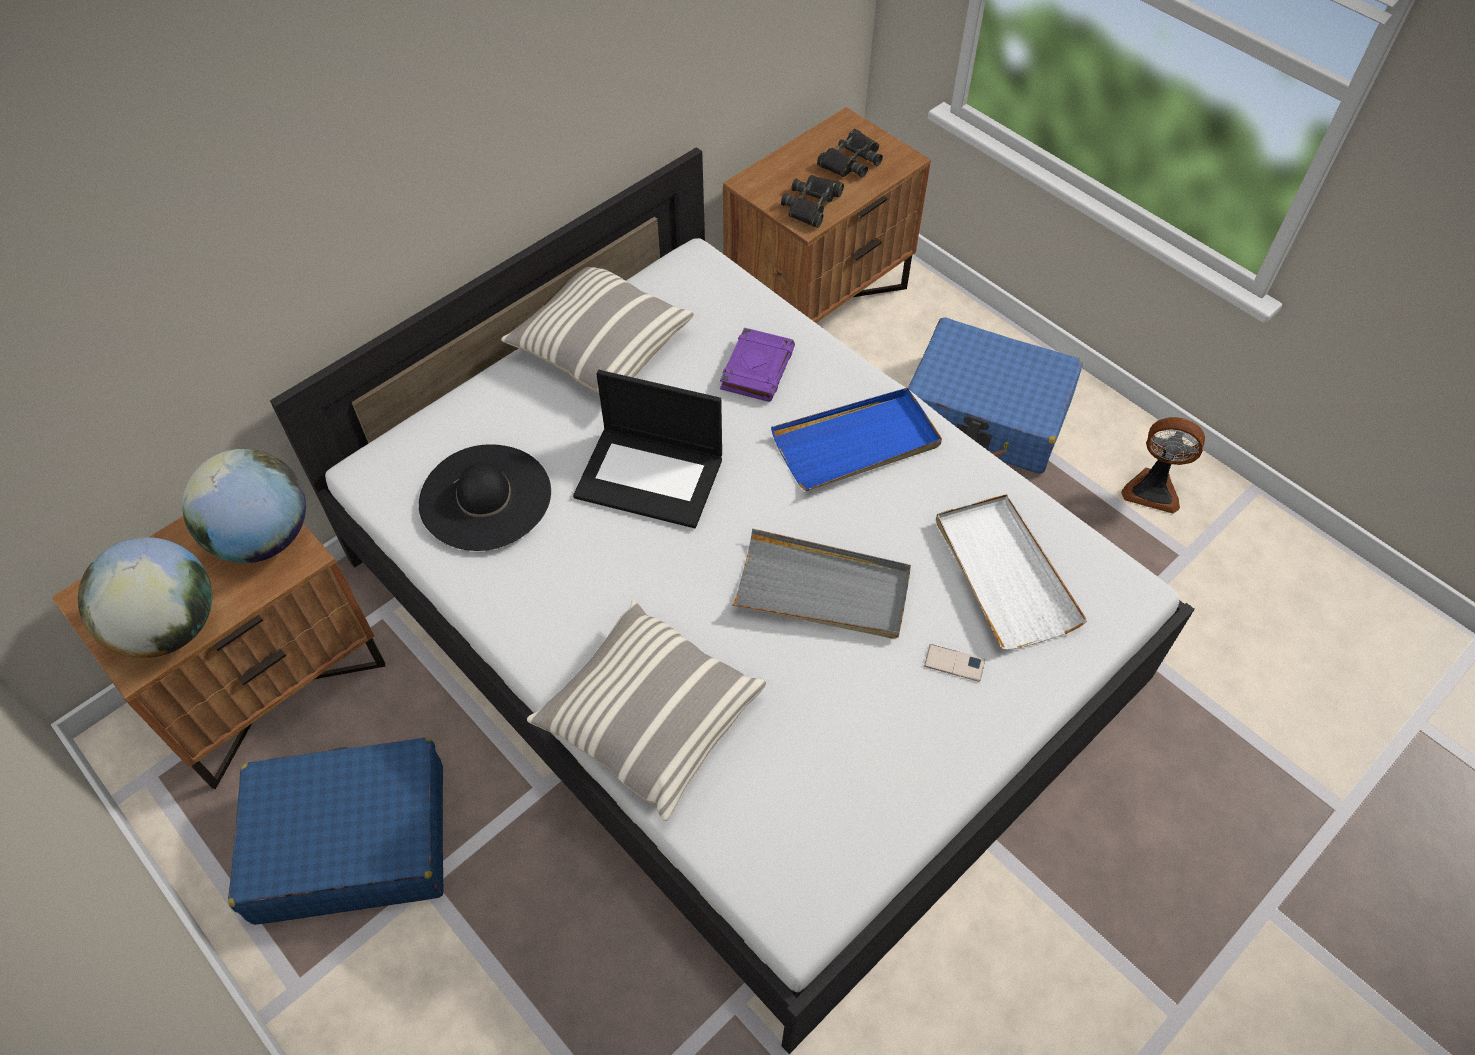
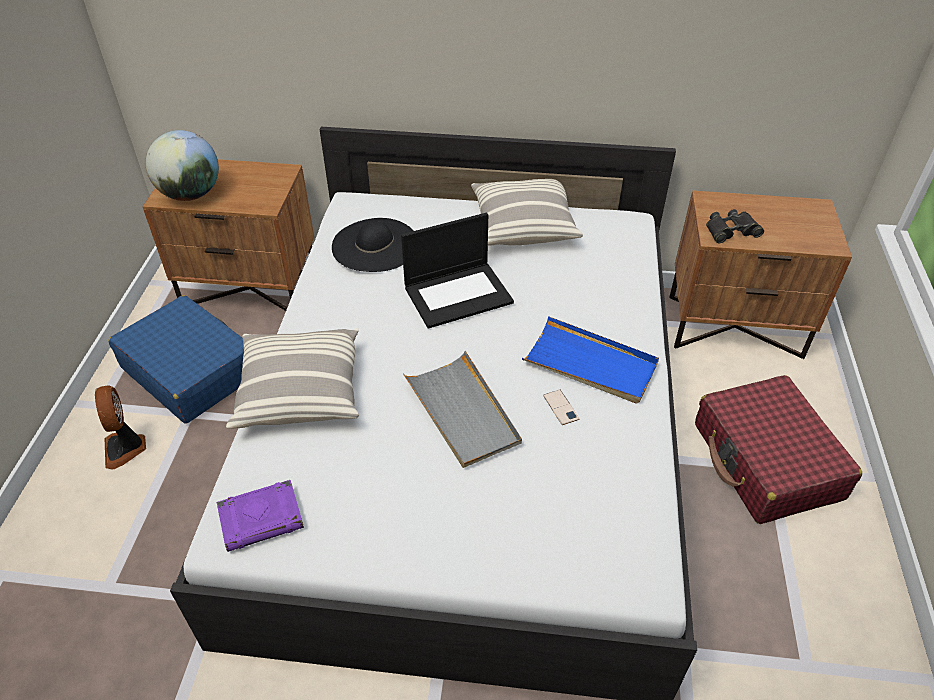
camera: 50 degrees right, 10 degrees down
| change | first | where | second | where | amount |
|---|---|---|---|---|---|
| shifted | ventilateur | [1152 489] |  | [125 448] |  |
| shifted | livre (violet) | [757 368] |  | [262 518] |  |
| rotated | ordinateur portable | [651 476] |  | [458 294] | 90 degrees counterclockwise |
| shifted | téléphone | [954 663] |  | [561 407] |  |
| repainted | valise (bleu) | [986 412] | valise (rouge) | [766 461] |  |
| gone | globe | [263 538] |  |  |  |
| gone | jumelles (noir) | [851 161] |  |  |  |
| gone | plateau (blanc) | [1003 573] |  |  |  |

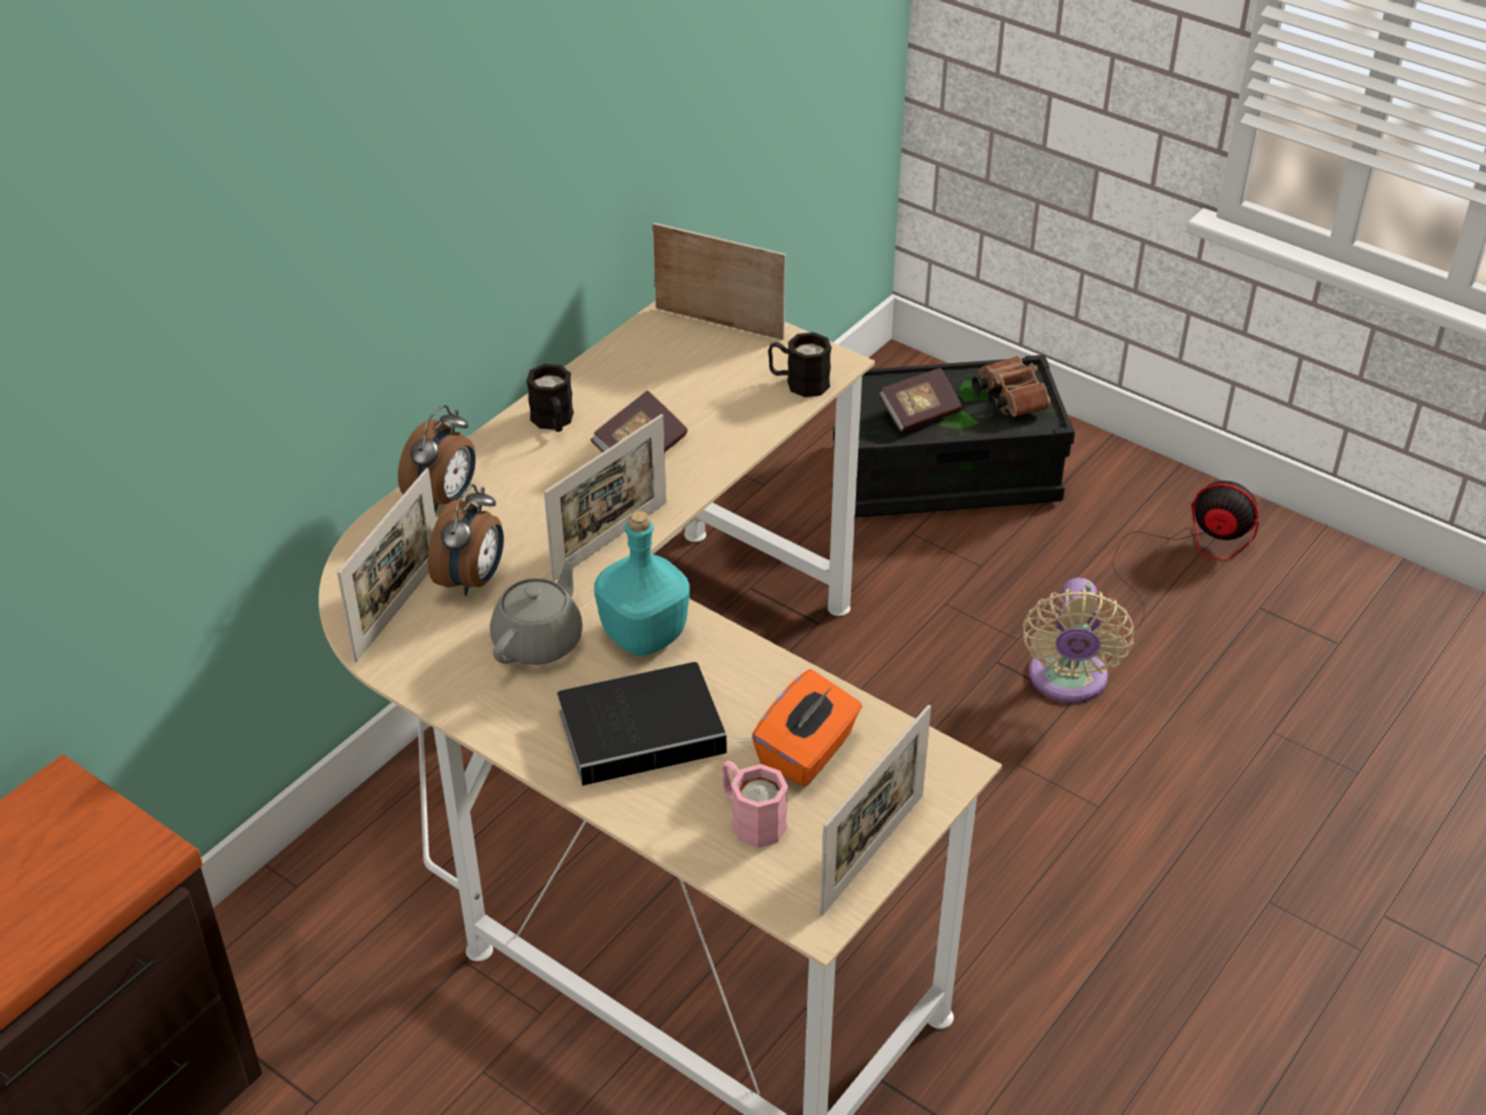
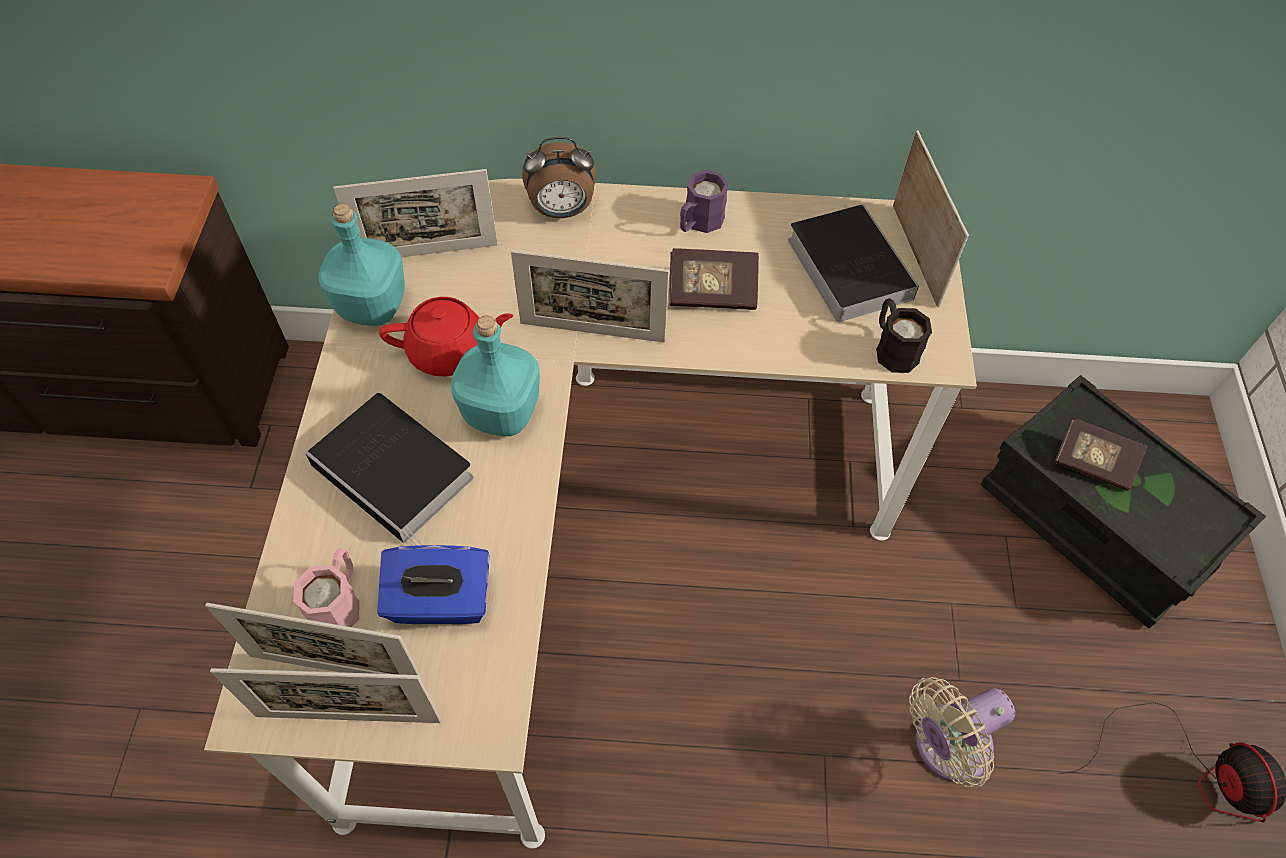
camera: 55 degrees right, 15 degrees up
| change | first | where | second | where | amount |
|---|---|---|---|---|---|
| new |  |  | cadre photo | [336 670] |  |
| new |  |  | bouteille (turquoise) | [372 308] |  |
| repainted | boîte à mouchoirs (orange) | [807 752] | boîte à mouchoirs (bleu) | [440 602] |  |
| repainted | théière (gris) | [539 640] | théière (rouge) | [450 352] |  |
| repainted | mug (noir) | [554 422] | mug (violet) | [699 223] |  |
| new |  |  | livre | [846 266] |  |
| gone | réveil | [473 580] |  |  |  |
| gone | jumelles (marron) | [1008 398] |  |  |  |

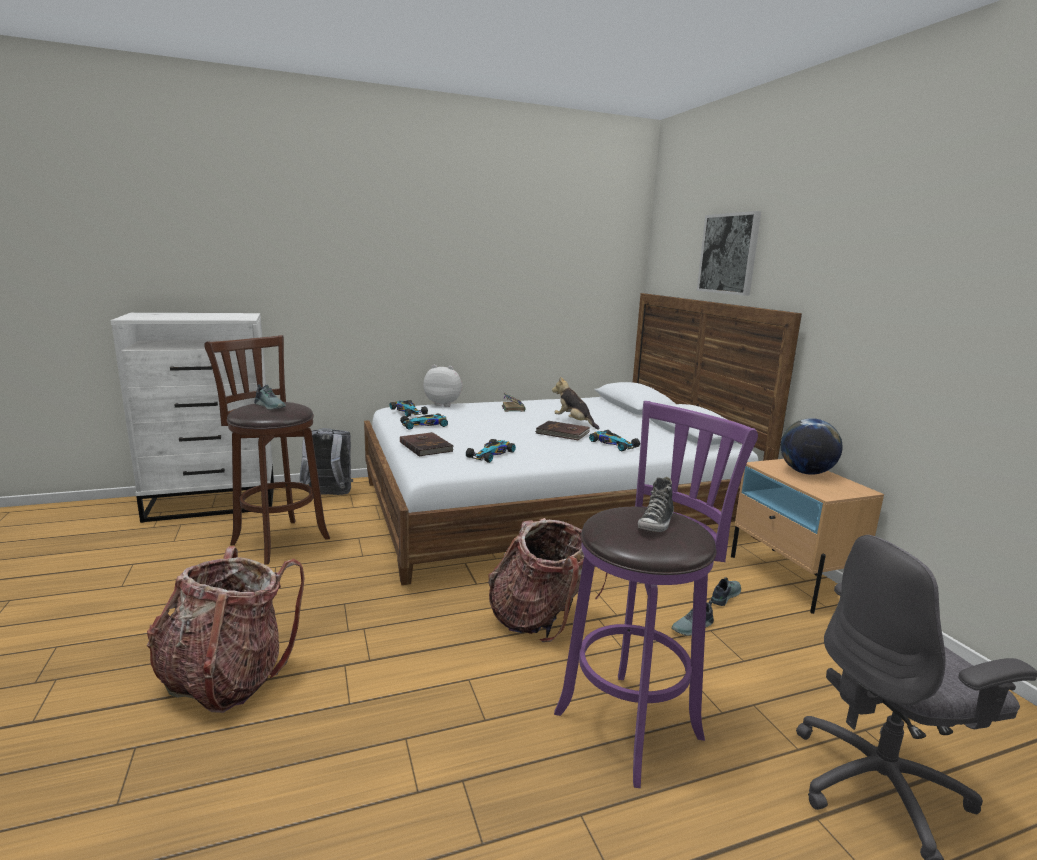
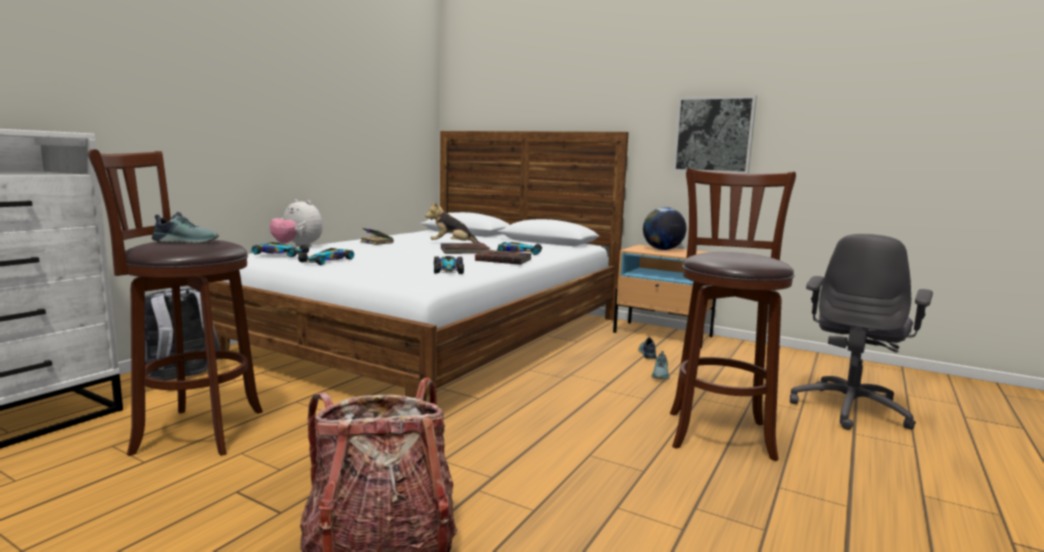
camera: 40 degrees left, 5 degrees down
| change | first | where | second | where | amount |
|---|---|---|---|---|---|
| rotated | peluche | [444 404] |  | [297 247] | 120 degrees counterclockwise |
| shifted | livre (marron) | [426 446] |  | [503 259] |  |
| repainted | tabouret (violet) | [633 721] | tabouret (marron) | [719 432] |  |
| shifted | tableau | [729 253] |  | [713 135] |  |
| gone | sac à dos | [542 619] |  |  |  |
| gone | chaussure | [656 523] |  |  |  |

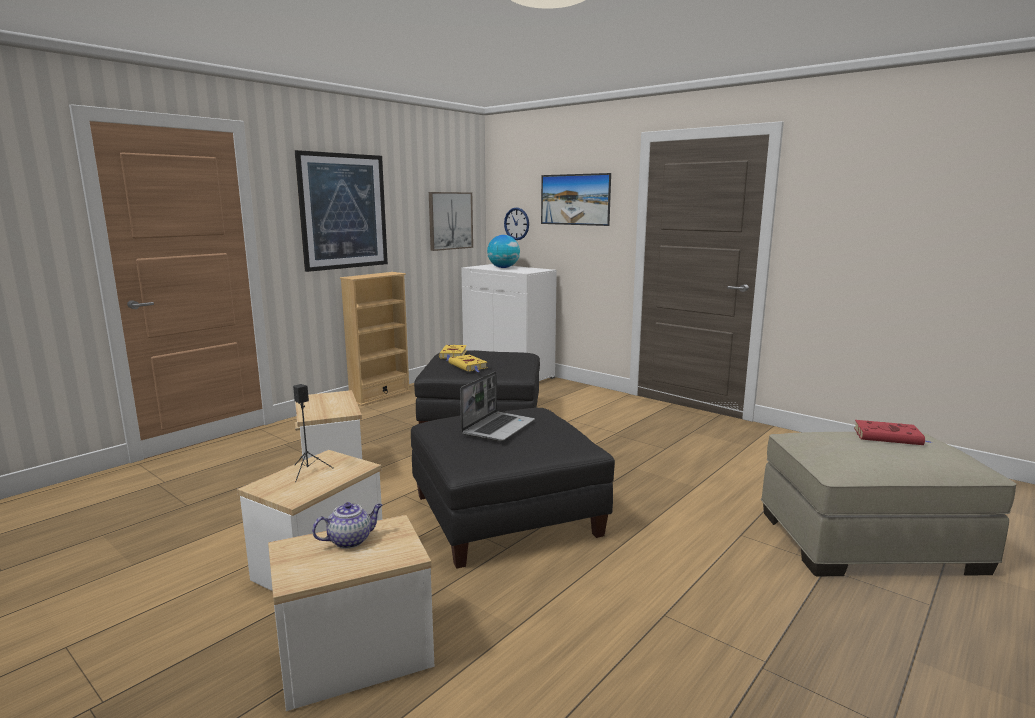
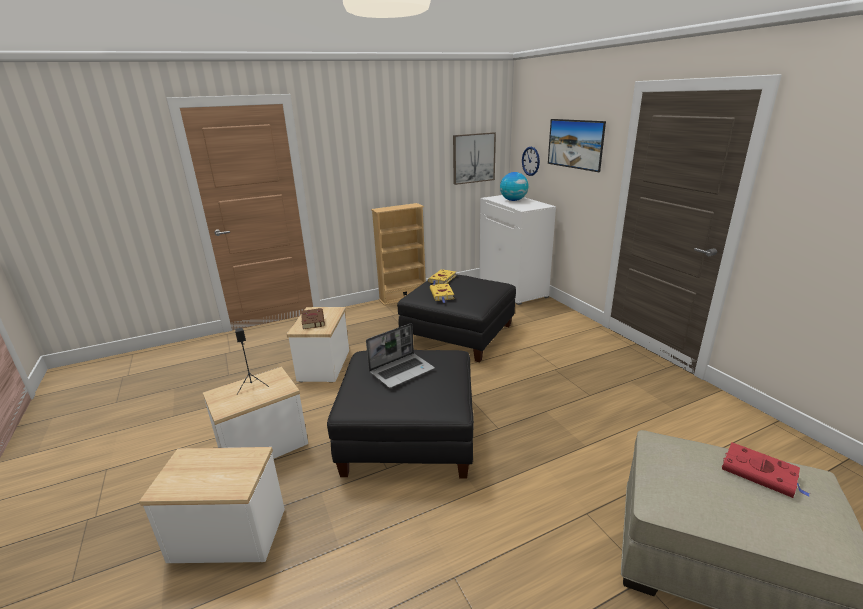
camera: 25 degrees right, 10 degrees up
| change | first | where | second | where | amount |
|---|---|---|---|---|---|
| new |  |  | livre (marron) | [312 320] |  |
| gone | tableau | [343 211] |  |  |  |
| gone | théière | [350 540] |  |  |  |

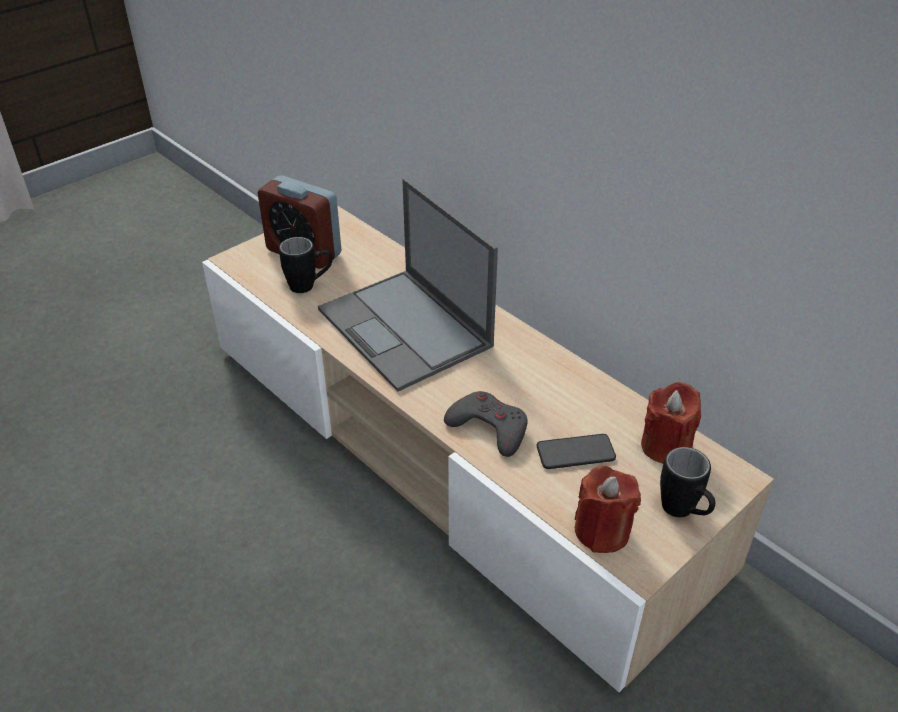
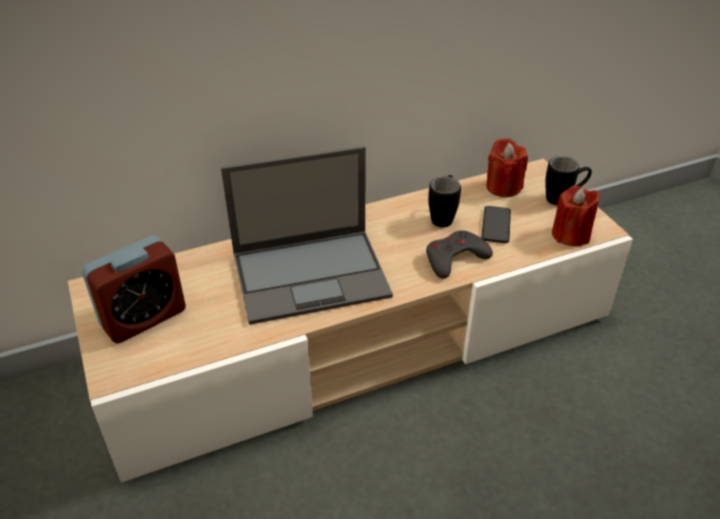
camera: 70 degrees left, 0 degrees up
| change | first | where | second | where | amount |
|---|---|---|---|---|---|
| shifted | mug (noir) | [310 286] |  | [443 216] |  |

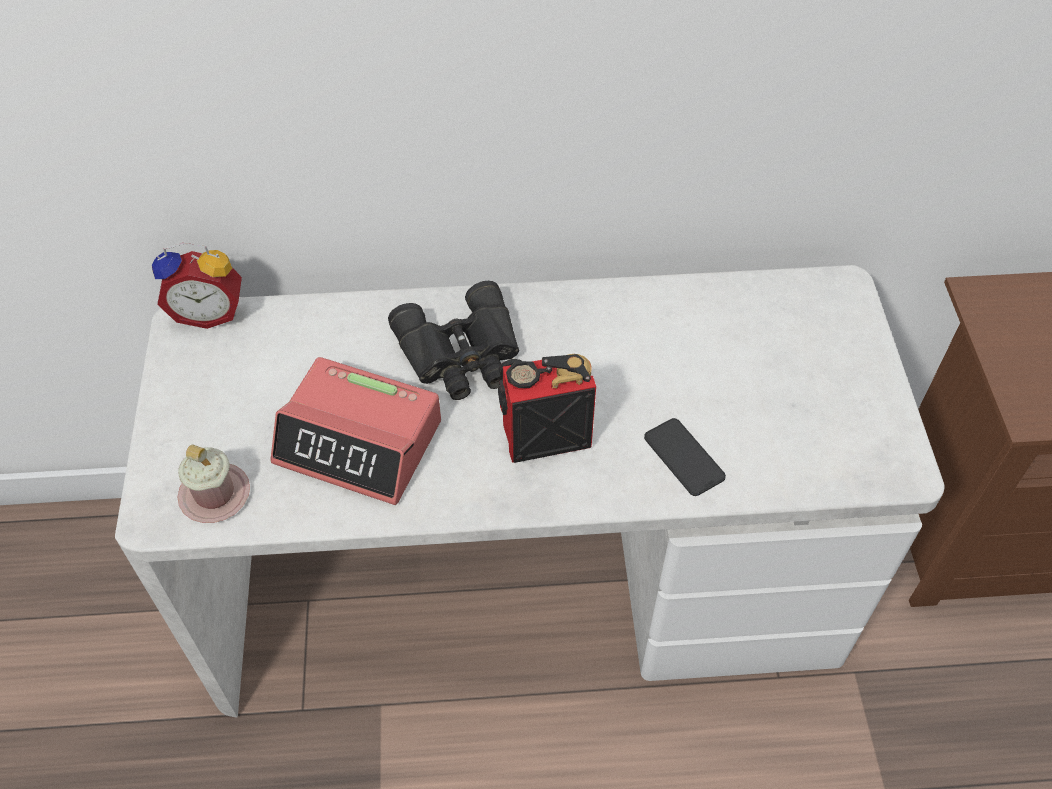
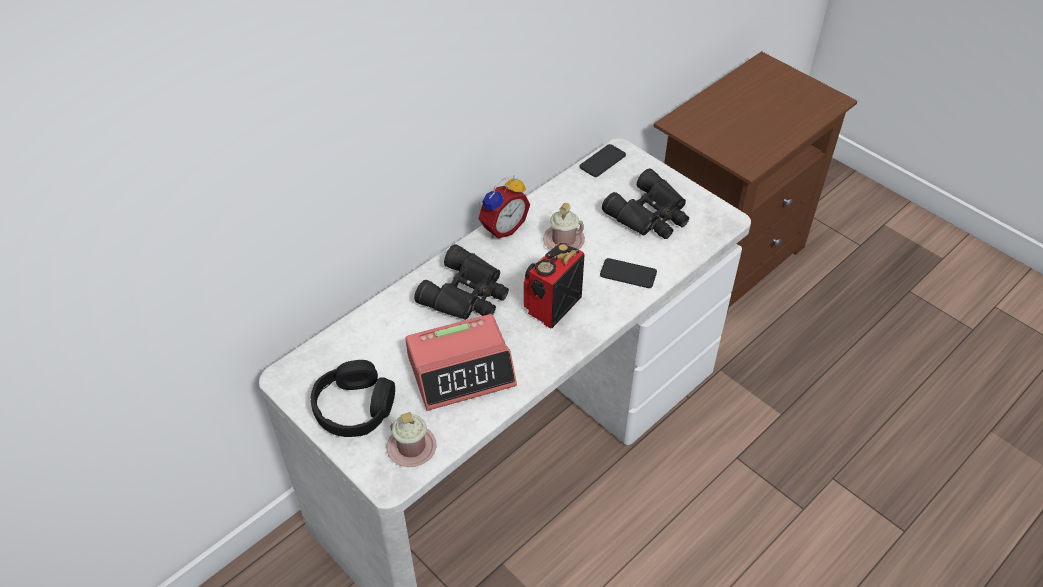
camera: 40 degrees left, 5 degrees down
| change | first | where | second | where | amount |
|---|---|---|---|---|---|
| new |  |  | casque audio (noir) | [354 407] |  |
| shifted | réveil | [209 312] |  | [502 227] |  |
| new |  |  | mug (rose) | [563 240] |  |
| new |  |  | téléphone | [602 161] |  |
| new |  |  | jumelles (noir) | [651 215] |  |

